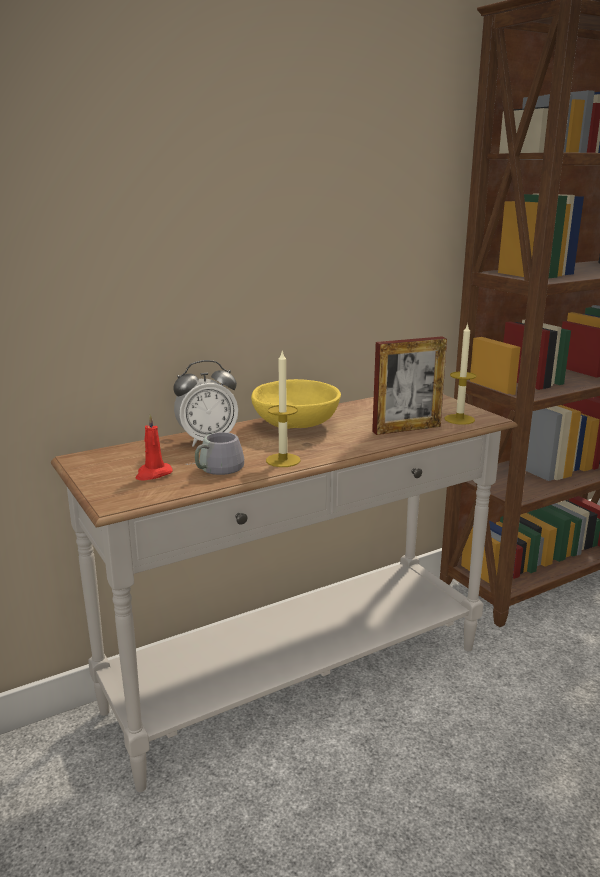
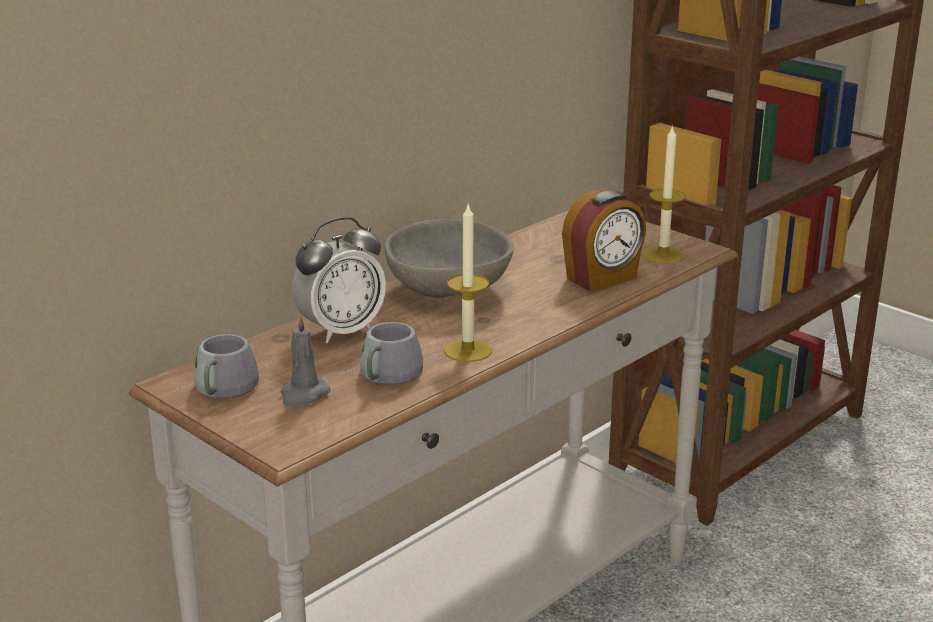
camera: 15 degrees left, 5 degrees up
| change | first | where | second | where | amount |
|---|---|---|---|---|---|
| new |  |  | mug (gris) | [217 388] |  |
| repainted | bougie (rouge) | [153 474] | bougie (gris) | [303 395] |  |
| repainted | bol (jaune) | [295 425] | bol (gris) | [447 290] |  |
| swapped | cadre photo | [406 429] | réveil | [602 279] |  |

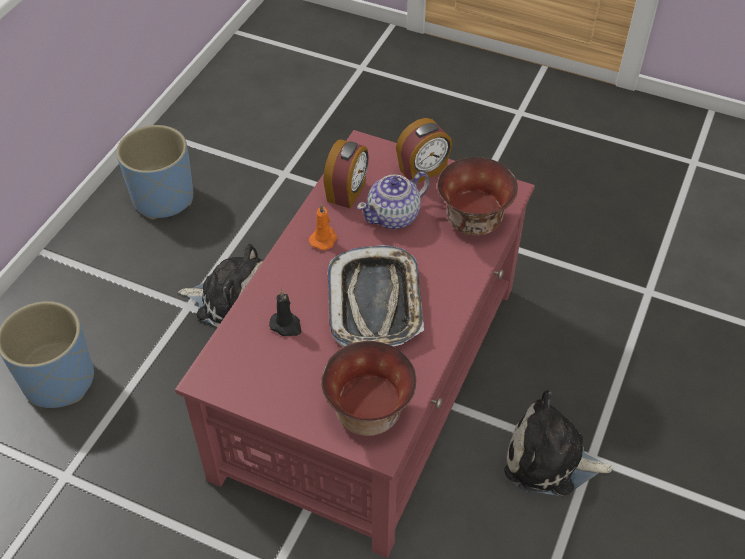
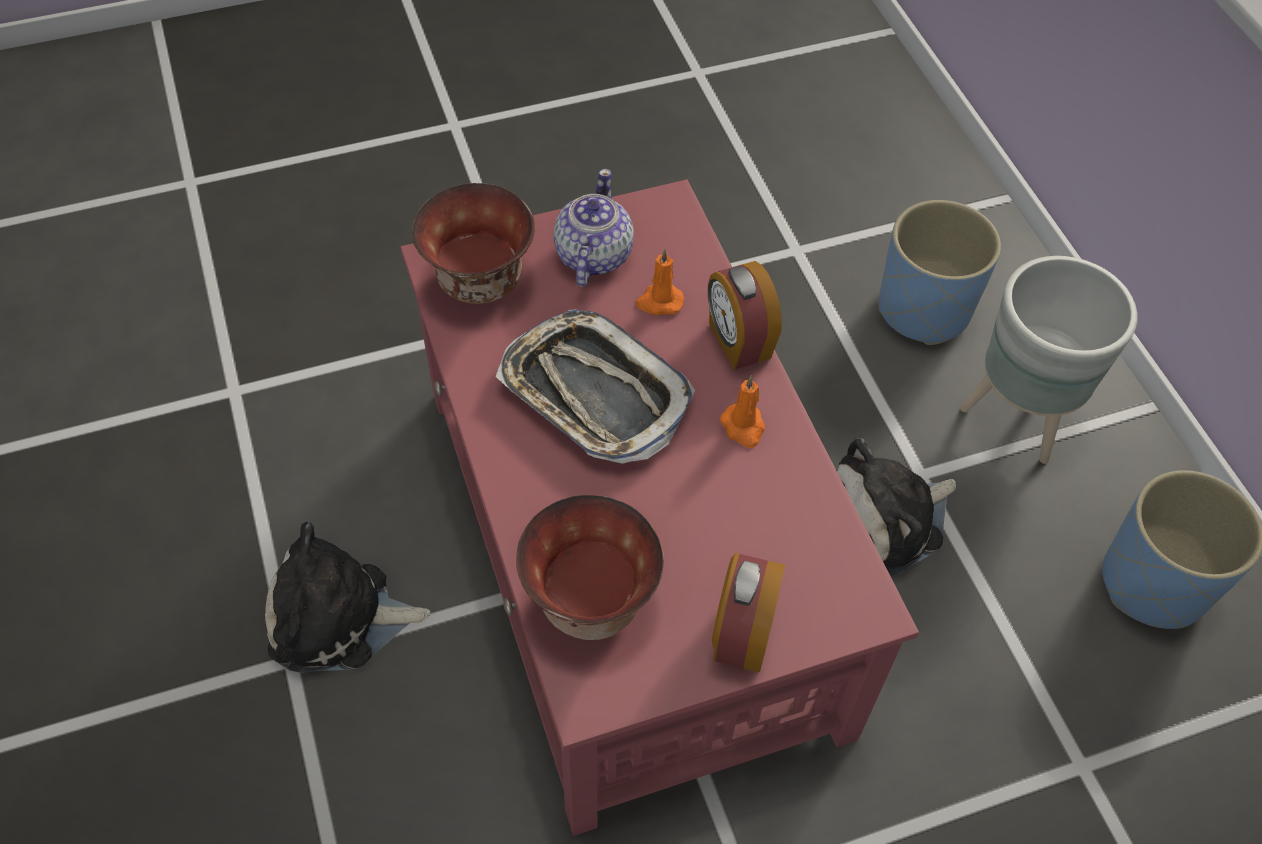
camera: 135 degrees right, 5 degrees up
| change | first | where | second | where | amount |
|---|---|---|---|---|---|
| rotated | peluche | [550 460] |  | [338 618] | 150 degrees counterclockwise |
| shifted | théière | [394 216] |  | [592 256] |  |
| repainted | bougie (noir) | [286 325] | bougie (orange) | [659 302] |  |
| shifted | réveil | [347 192] |  | [738 341] |  |
| new |  |  | cache-pot (gris) | [1019 418] |  |

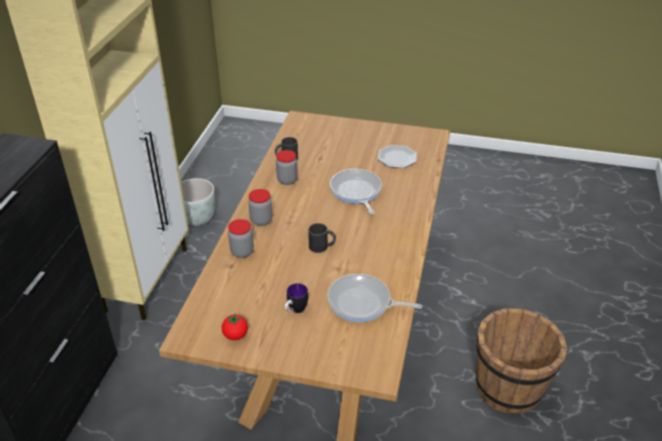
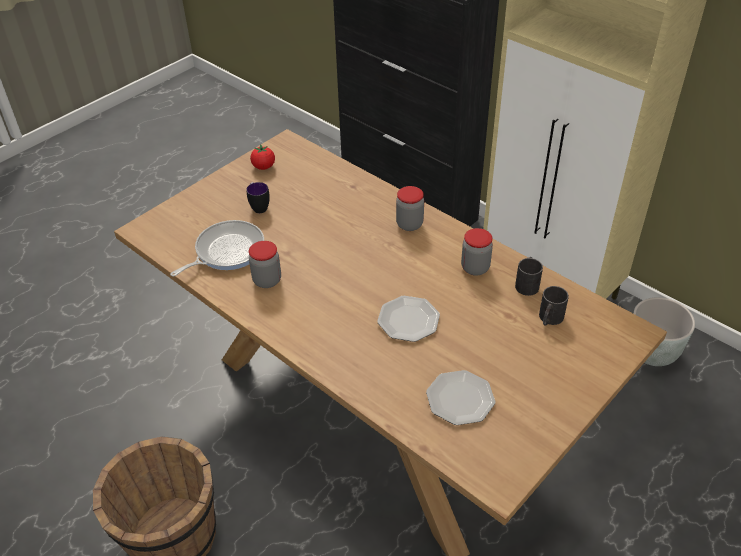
camera: 120 degrees right, 5 degrees up
| change | first | where | second | where | amount |
|---|---|---|---|---|---|
| shifted | bocal | [242 252] |  | [267 280] |  |
| swapped | poêle | [356 192] | assiette | [408 320] |  |
| shifted | mug (noir) | [322 246] |  | [549 319] |  |

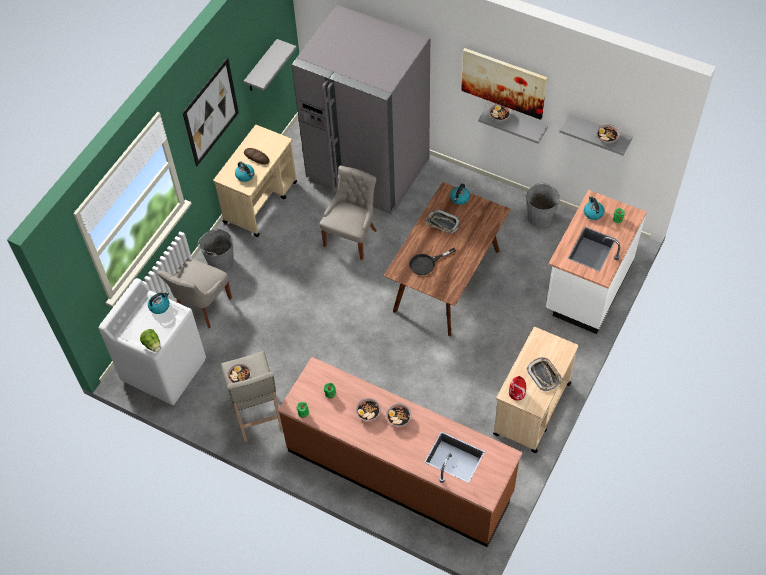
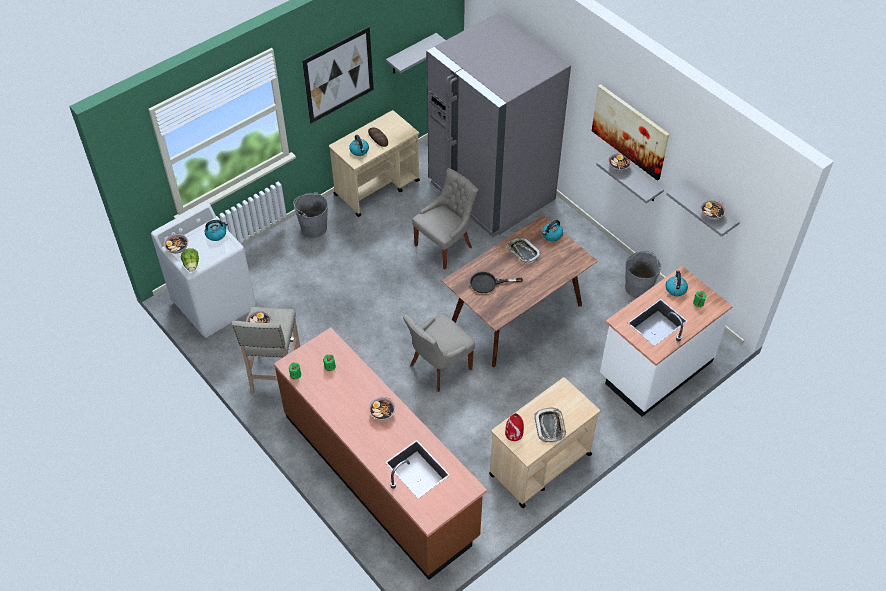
camera: 20 degrees right, 5 degrees down
| change | first | where | second | where | amount |
|---|---|---|---|---|---|
| shifted | bol | [368 413] |  | [177 248] |  |
| shifted | chaise (gris) | [201 306] |  | [438 367] |  |

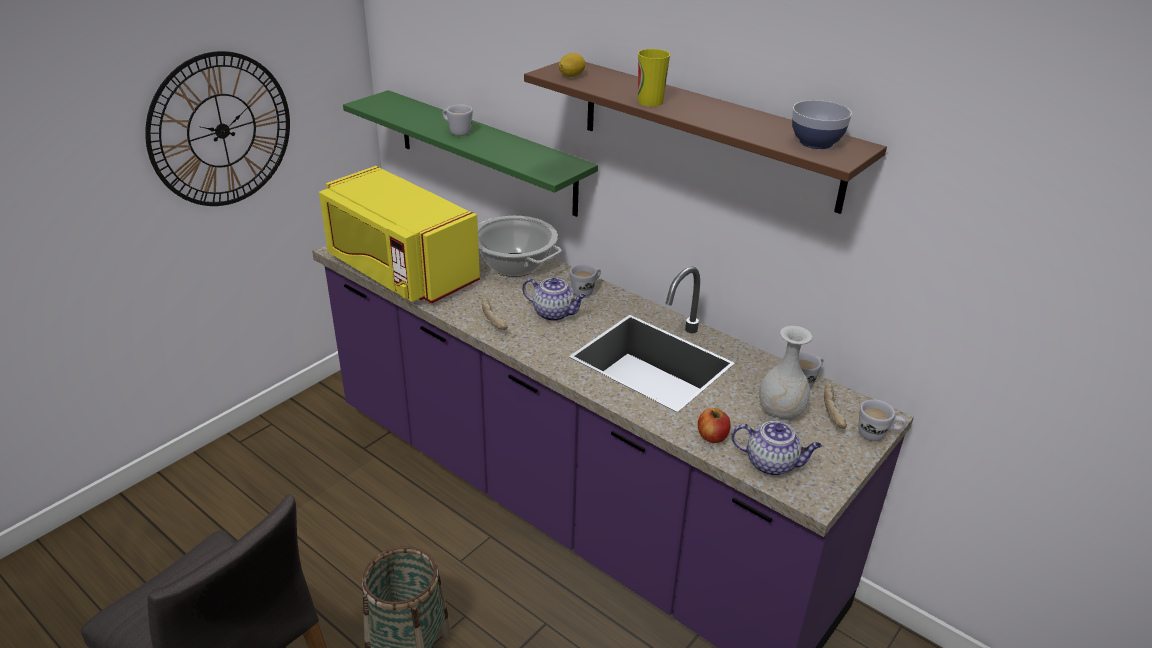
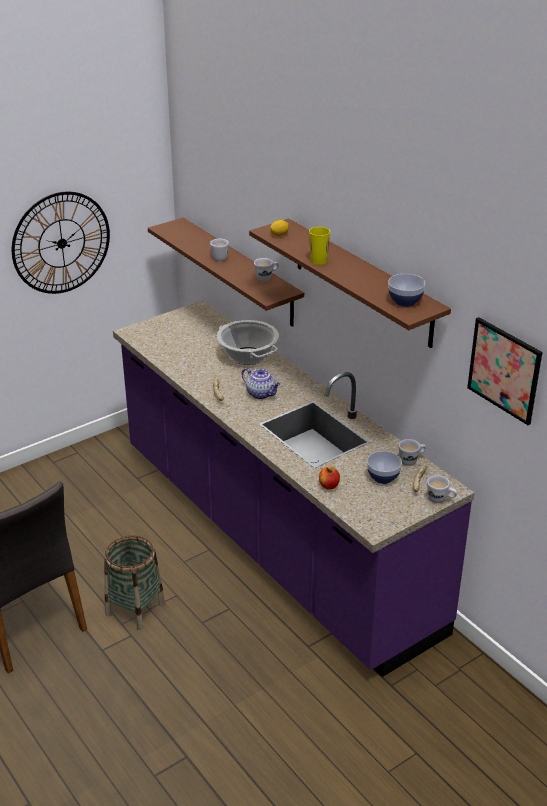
camera: 15 degrees right, 0 degrees up
| change | first | where | second | where | amount |
|---|---|---|---|---|---|
| repainted | étagère (vert) | [485 152] | étagère (marron) | [240 272] |  |
| shifted | mug (blanc) | [586 291] |  | [266 277] |  |
| swapped | vase (blanc) | [781 413] | bol | [383 477] |  |
| new |  |  | tableau | [504 370] |  |
| gone | micro-ondes (jaune) | [400 270] |  |  |  |
| gone | théière | [772 463] |  |  |  |

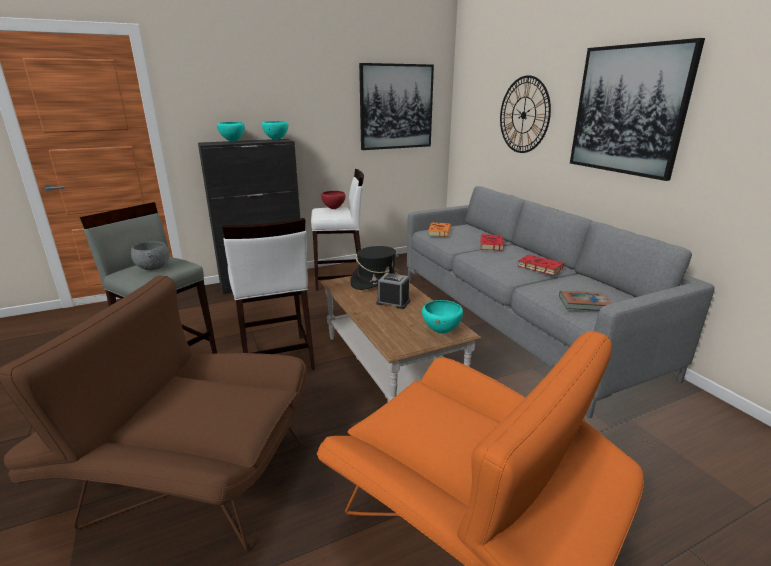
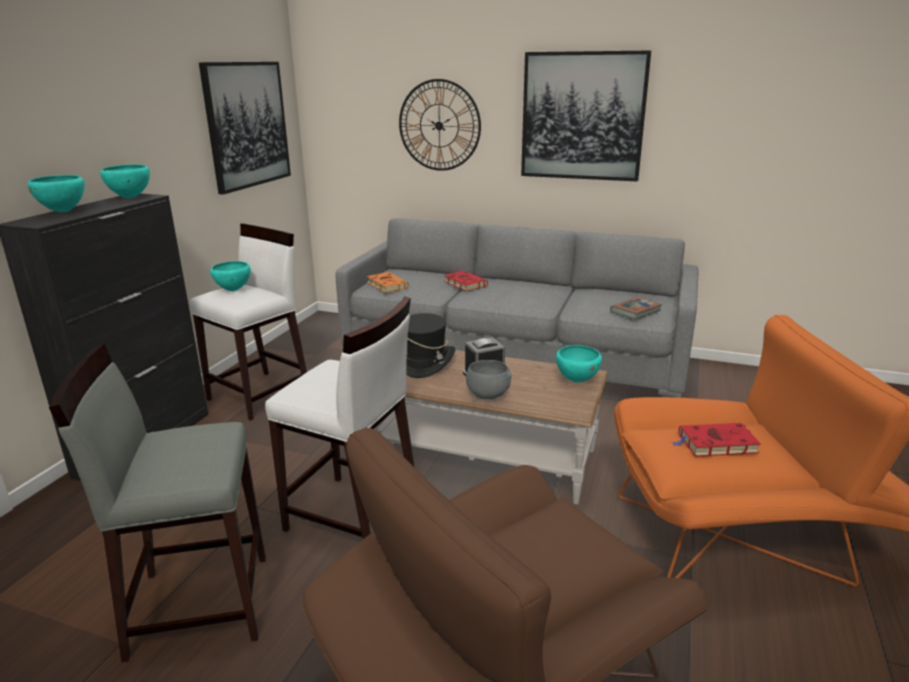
camera: 45 degrees left, 0 degrees up
| change | first | where | second | where | amount |
|---|---|---|---|---|---|
| repainted | bol (rouge) | [333 209] | bol (turquoise) | [233 290] |  |
| shifted | bol (gris) | [153 267] |  | [487 395] |  |
| shifted | livre (rouge) | [538 267] |  | [715 444] |  |

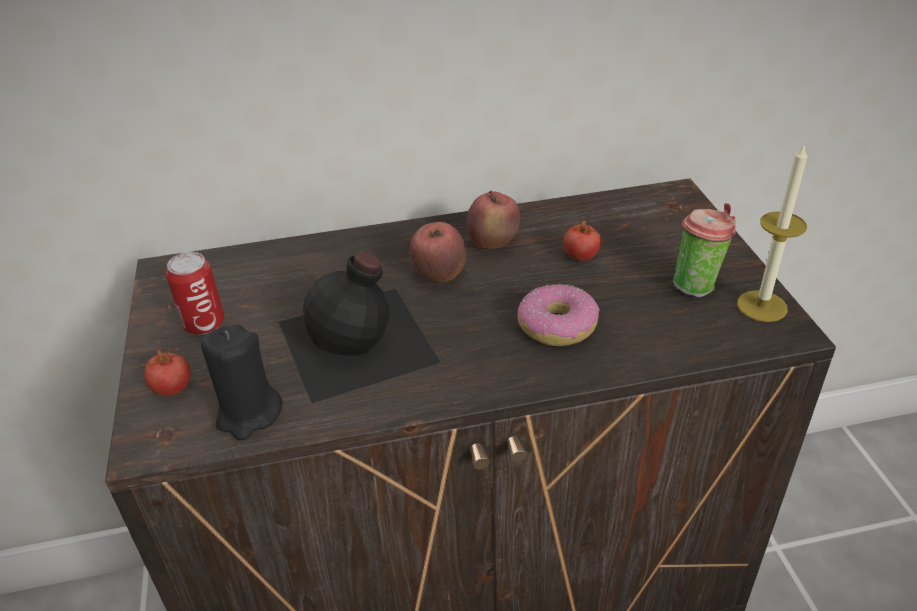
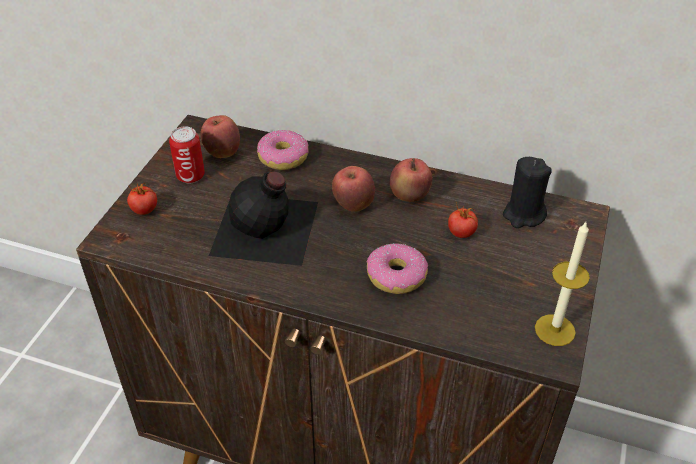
camera: 30 degrees right, 5 degrees up
| change | first | where | second | where | amount |
|---|---|---|---|---|---|
| new |  |  | pomme | [222 153] |  |
| new |  |  | beignet | [283 157] |  |
| shifted | bougie (noir) | [248 414] |  | [523 215] |  |
| gone | tasse | [696 285] |  |  |  |

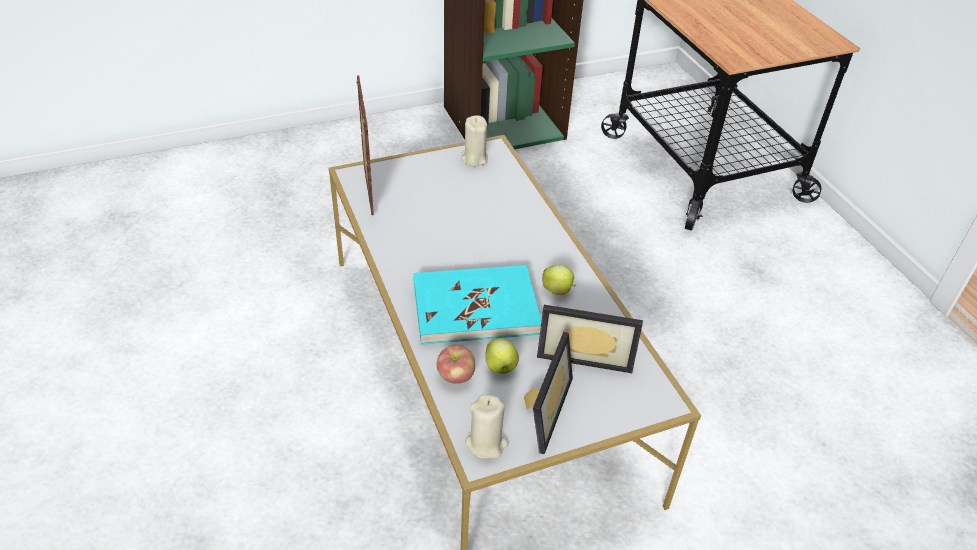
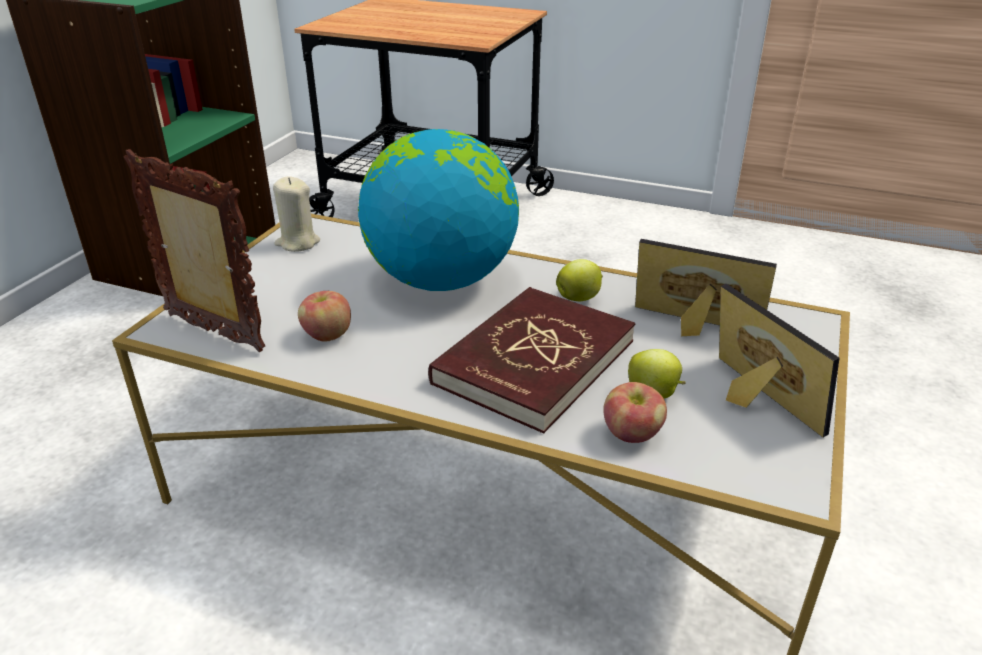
camera: 45 degrees left, 10 degrees down
| change | first | where | second | where | amount |
|---|---|---|---|---|---|
| new |  |  | pomme | [327 335] |  |
| new |  |  | globe | [441 280] |  |
| repainted | livre (turquoise) | [475 308] | livre (rouge) | [533 361] |  |
| rotated | cadre photo | [585 352] |  | [693 329] | 120 degrees counterclockwise |
| gone | bougie (beige) | [486 443] |  |  |  |

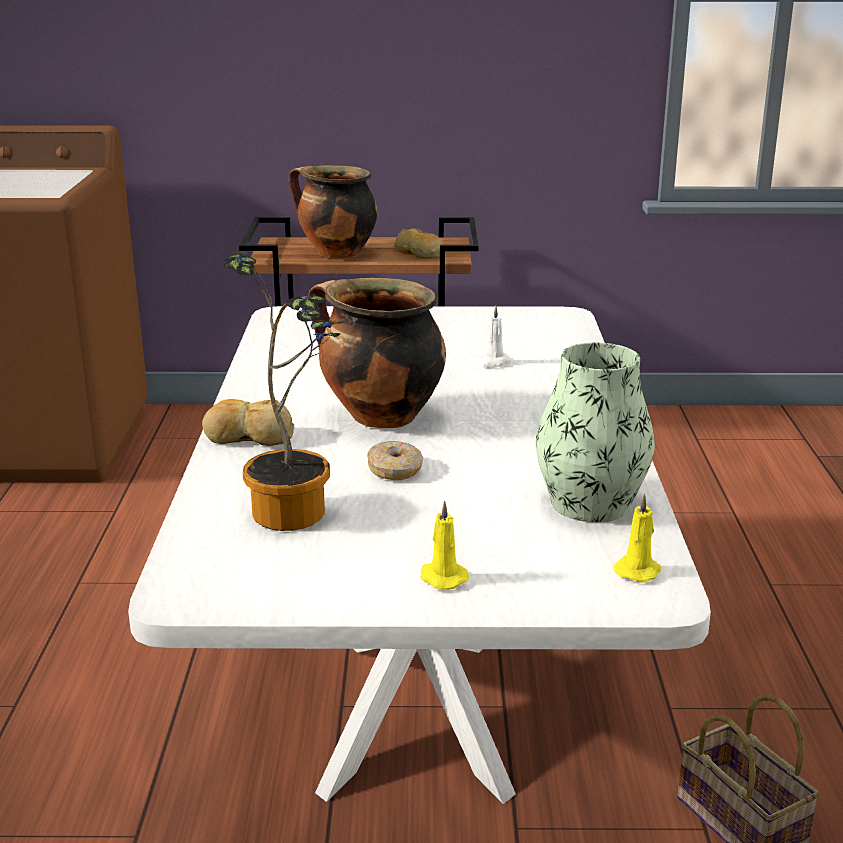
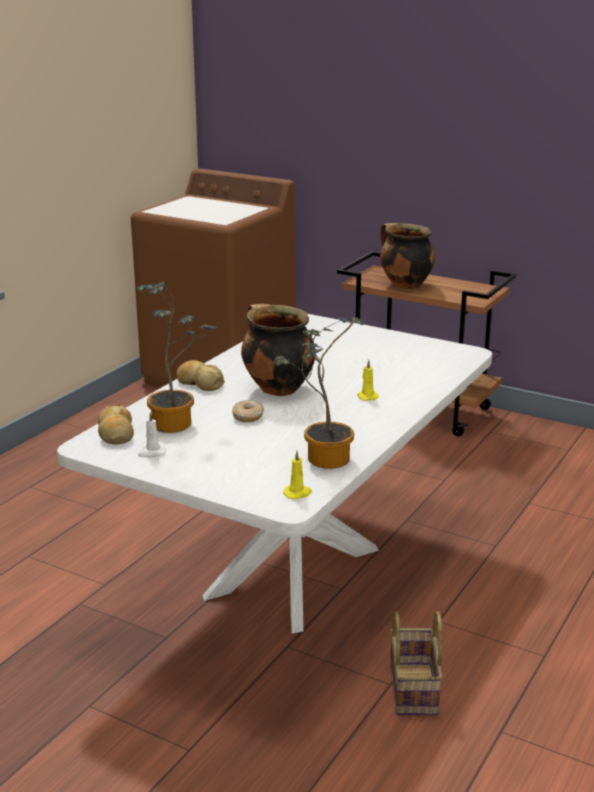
camera: 30 degrees right, 0 degrees up
| change | first | where | second | where | amount |
|---|---|---|---|---|---|
| shifted | pain | [419 253] |  | [116 433] |  |
| shifted | bougie (blanc) | [493 362] |  | [151 453] |  |
| swapped | vase | [590 503] | plante en pot | [322 457] |  |
| shifted | bougie (jaune) | [442 577] |  | [367 396] |  |

